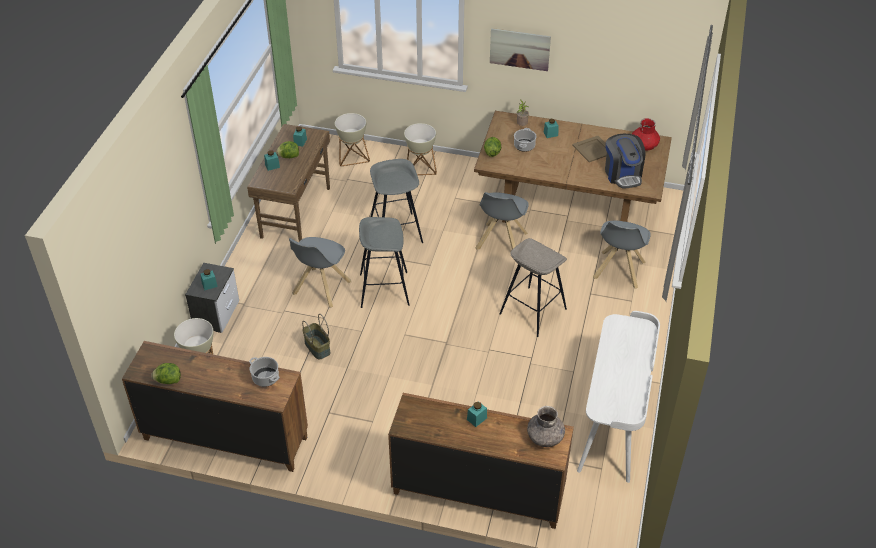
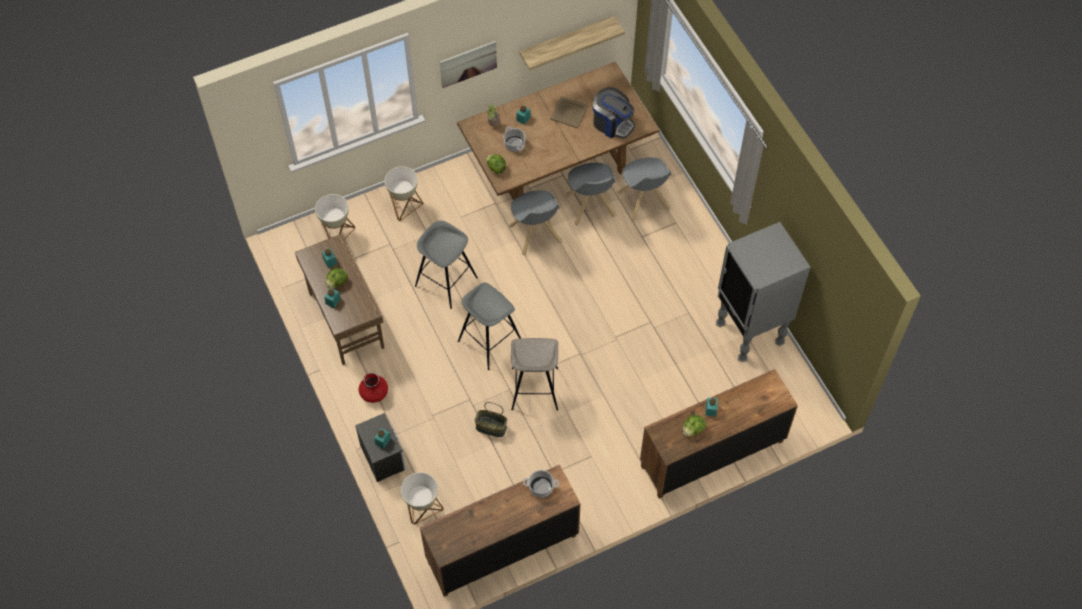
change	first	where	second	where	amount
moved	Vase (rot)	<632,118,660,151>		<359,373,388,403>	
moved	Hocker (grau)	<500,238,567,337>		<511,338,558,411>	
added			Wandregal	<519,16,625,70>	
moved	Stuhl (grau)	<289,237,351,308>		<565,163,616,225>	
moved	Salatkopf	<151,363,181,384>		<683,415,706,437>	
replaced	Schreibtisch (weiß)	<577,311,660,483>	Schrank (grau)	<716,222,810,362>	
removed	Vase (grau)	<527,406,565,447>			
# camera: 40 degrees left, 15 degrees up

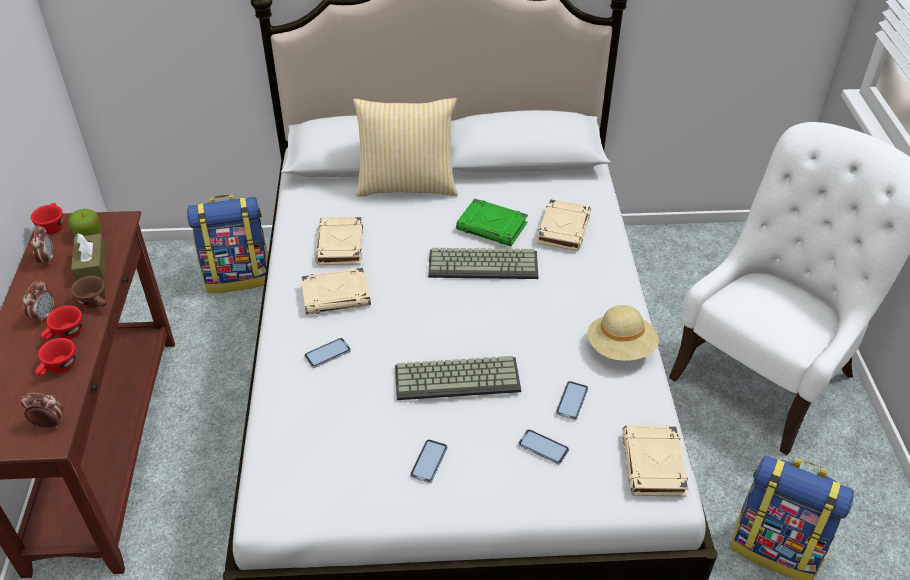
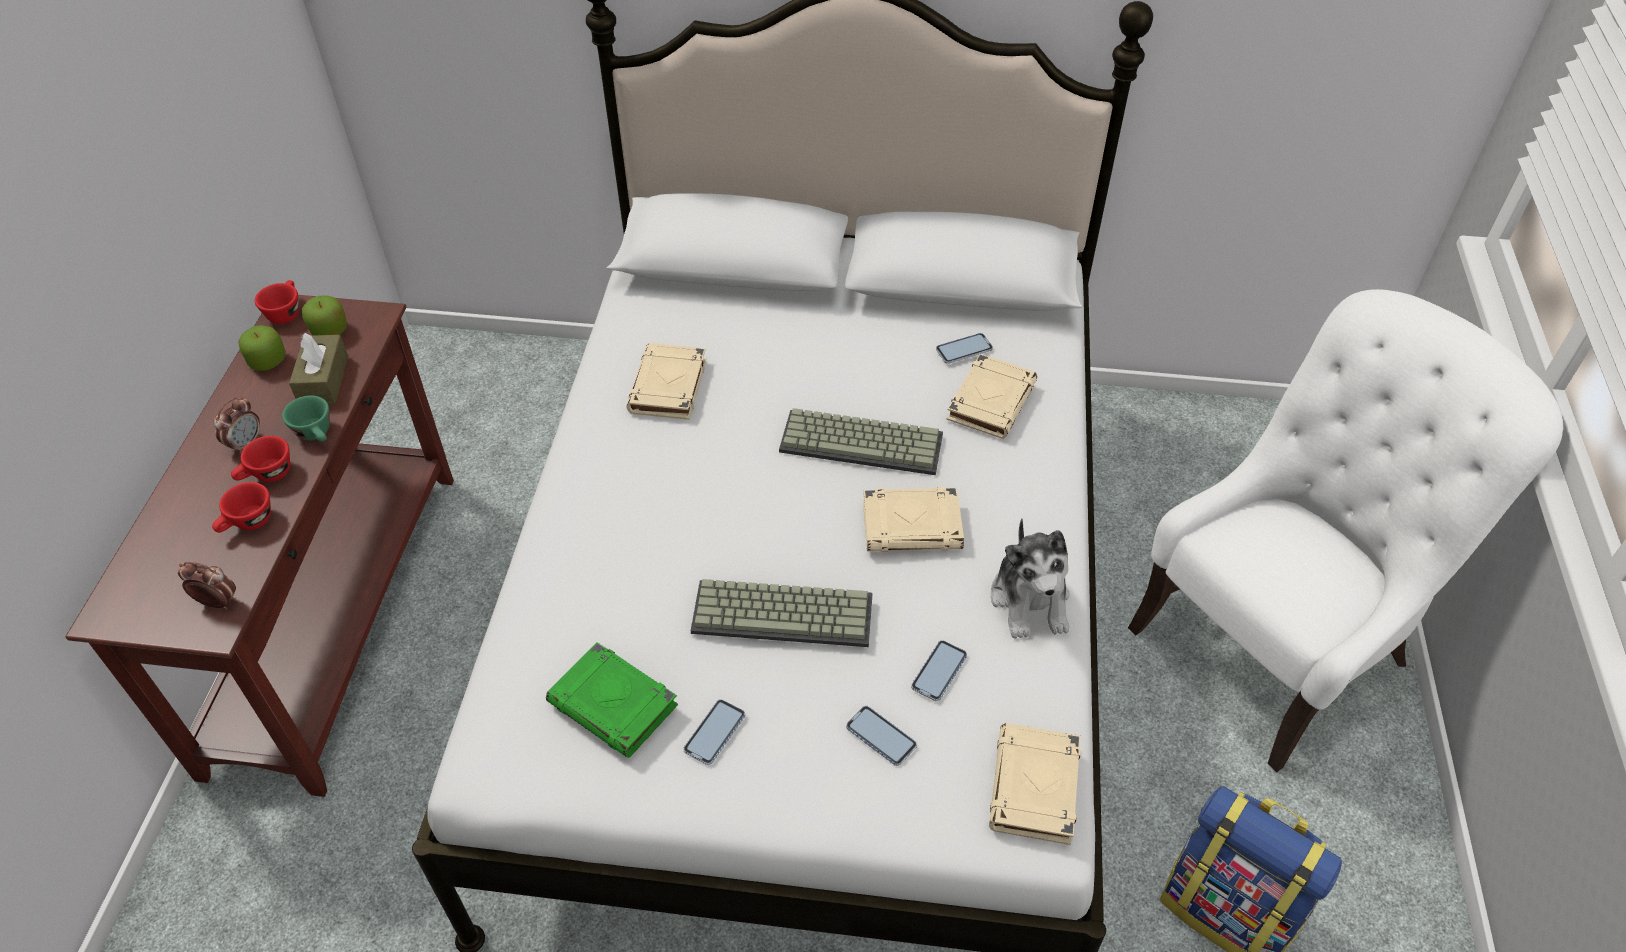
change	first	where	second	where	amount
replaced	Wecker	<31,225,53,265>	Apfel	<238,325,285,371>	
recoloured	Tasse (braun)	<71,276,107,308>	Tasse (grün)	<282,395,330,442>	
moved	Buch (grün)	<456,198,528,246>		<546,642,678,758>	
moved	Buch (beige)	<301,267,371,314>		<863,487,964,552>	
moved	Handy	<304,338,351,368>		<936,333,993,364>	
replaced	Hut (beige)	<587,305,659,361>	Plüschtier	<991,519,1070,639>	
removed	Rucksack	<187,195,268,293>			
removed	Kissen	<353,98,458,197>			
# camera: 10 degrees right, 5 degrees up

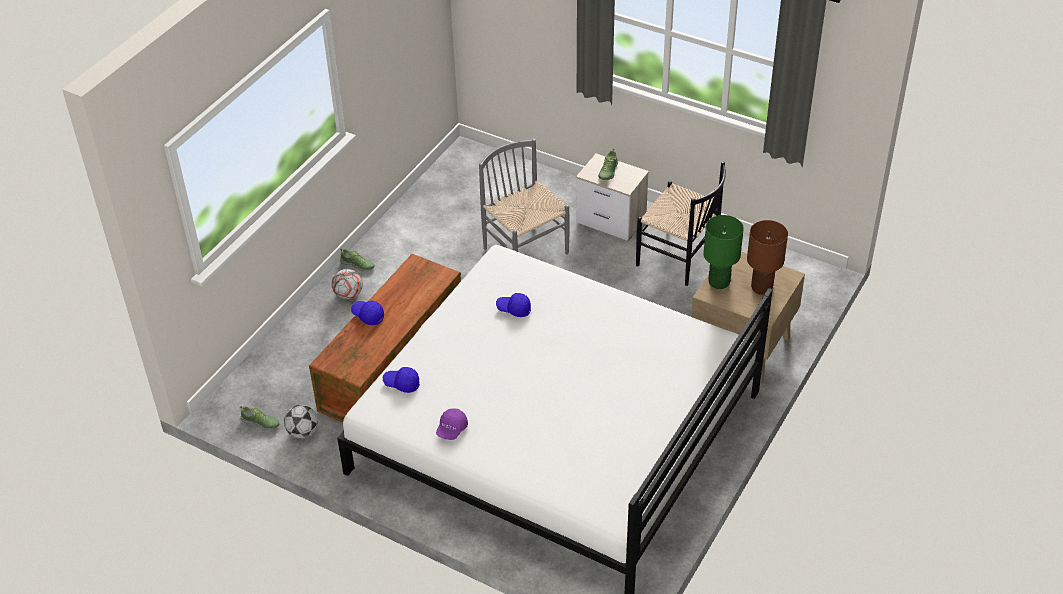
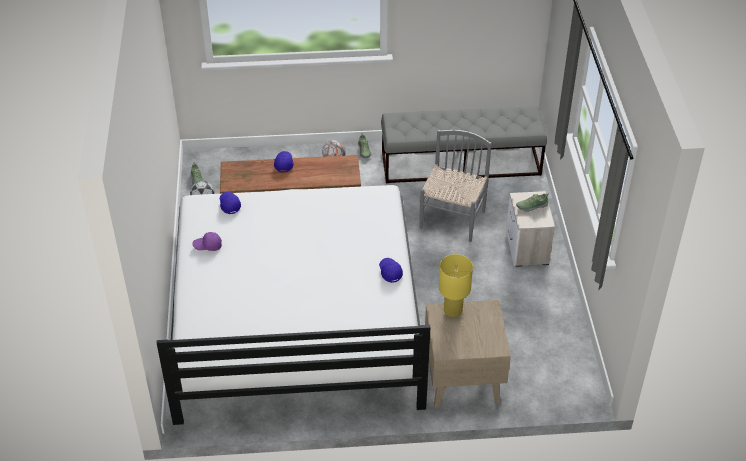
change	first	where	second	where	amount
moved	Kappe (blau)	<496,293,531,317>		<379,258,403,283>	
added			Bank (grau)	<381,106,547,183>	
recoloured	Tischlampe (grün)	<703,215,744,289>	Tischlampe (gelb)	<439,254,473,317>	
removed	Stuhl (schwarz)	<636,162,726,286>			
removed	Tischlampe (braun)	<747,220,788,295>			
# camera: 55 degrees right, 0 degrees up

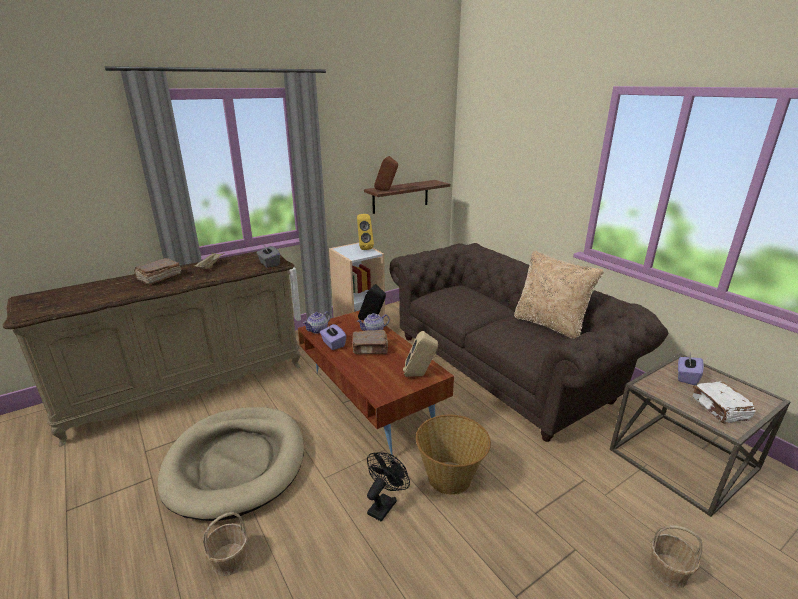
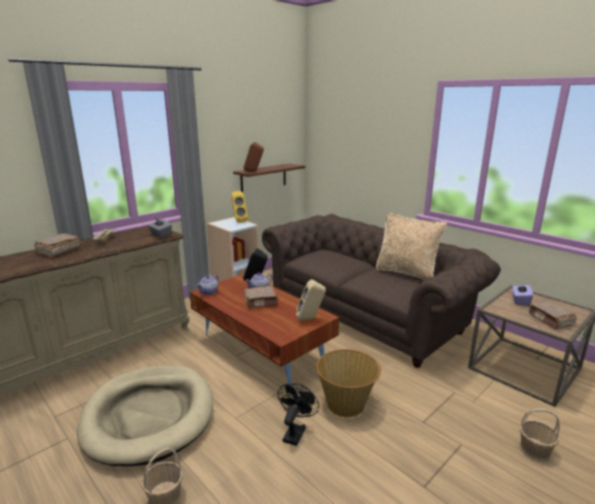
change	first	where	second	where	amount
recoloured	Buch (weiß)	<693,382,755,424>	Buch (braun)	<529,300,577,330>	
removed	Taschentuchbox (lila)	<320,324,346,350>			
# camera: 10 degrees left, 5 degrees down

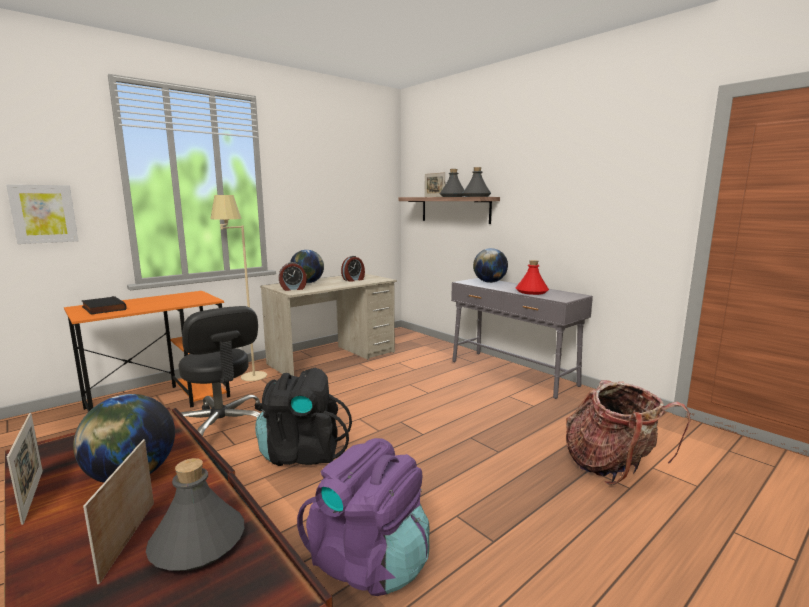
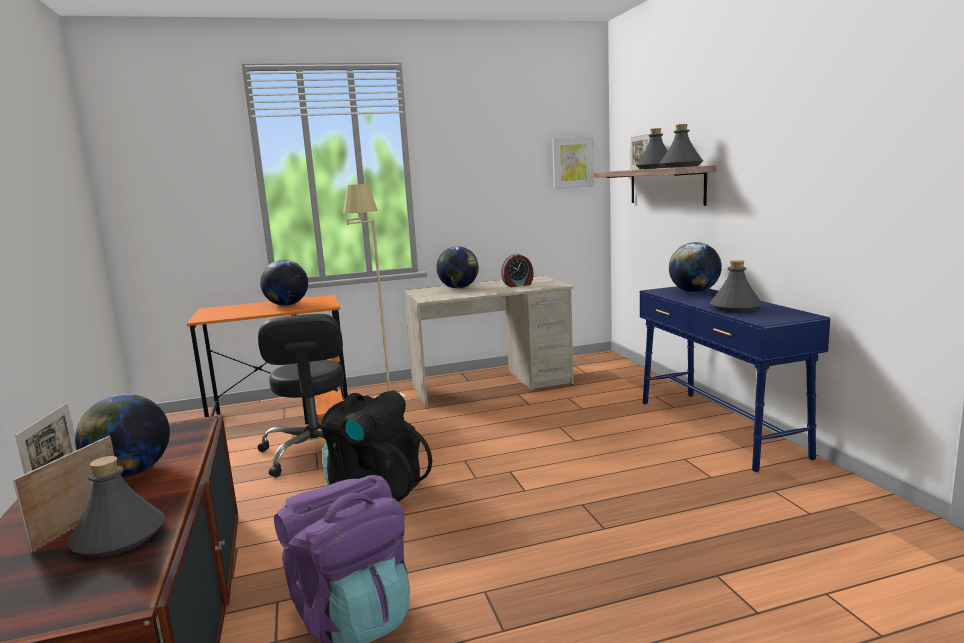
change	first	where	second	where	amount
added			Globus	<260,260,308,306>	
moved	Bild	<6,184,78,244>		<552,137,594,189>	
recoloured	Konsolentisch (grau)	<451,278,593,399>	Konsolentisch (blau)	<640,286,831,472>	
recoloured	Flasche (rot)	<516,260,549,295>	Flasche (grau)	<710,260,762,313>	
removed	Buch (schwarz)	<81,296,127,315>			
removed	Wecker	<279,262,307,291>			
removed	Rucksack	<566,380,690,485>			
# camera: 25 degrees right, 0 degrees up

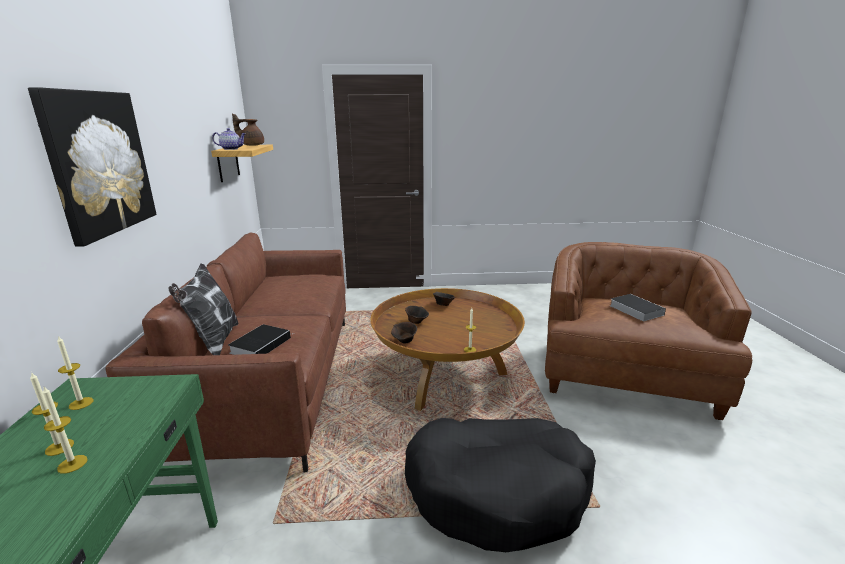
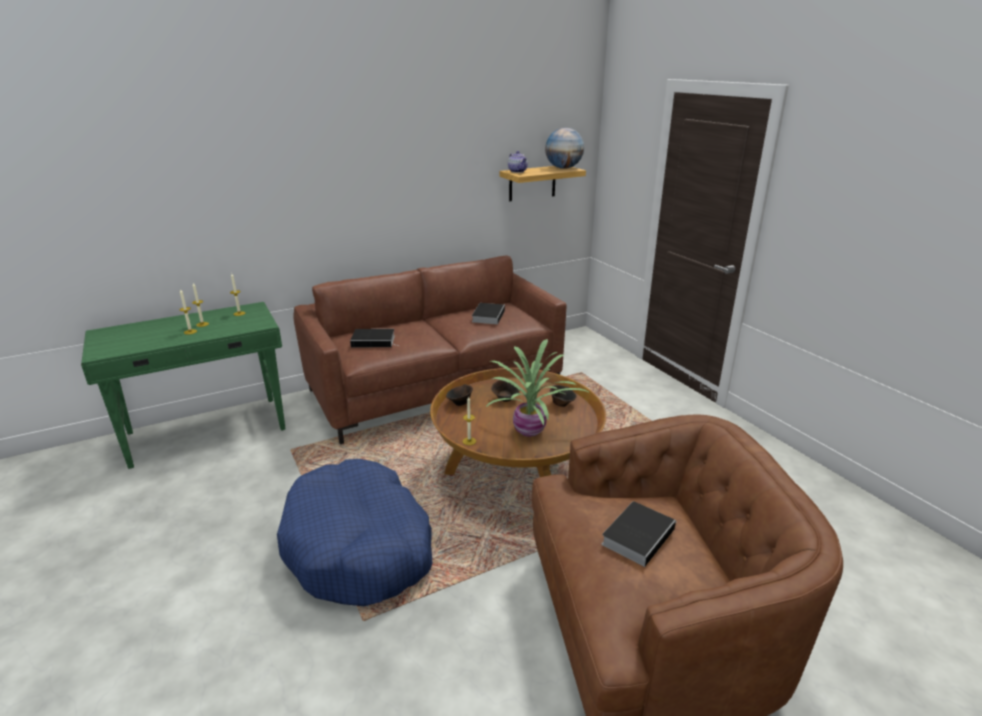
change	first	where	second	where	amount
recoloured	Hundebett (schwarz)	<405,418,596,552>	Hundebett (blau)	<277,459,433,606>	
added			Buch	<472,303,505,324>	
added			Topfpflanze	<486,339,590,437>	
replaced	Teekanne (braun)	<232,113,264,146>	Globus	<545,128,584,169>	
removed	Bild	<28,87,156,247>			
removed	Kissen	<168,263,238,355>			
# camera: 65 degrees right, 5 degrees up

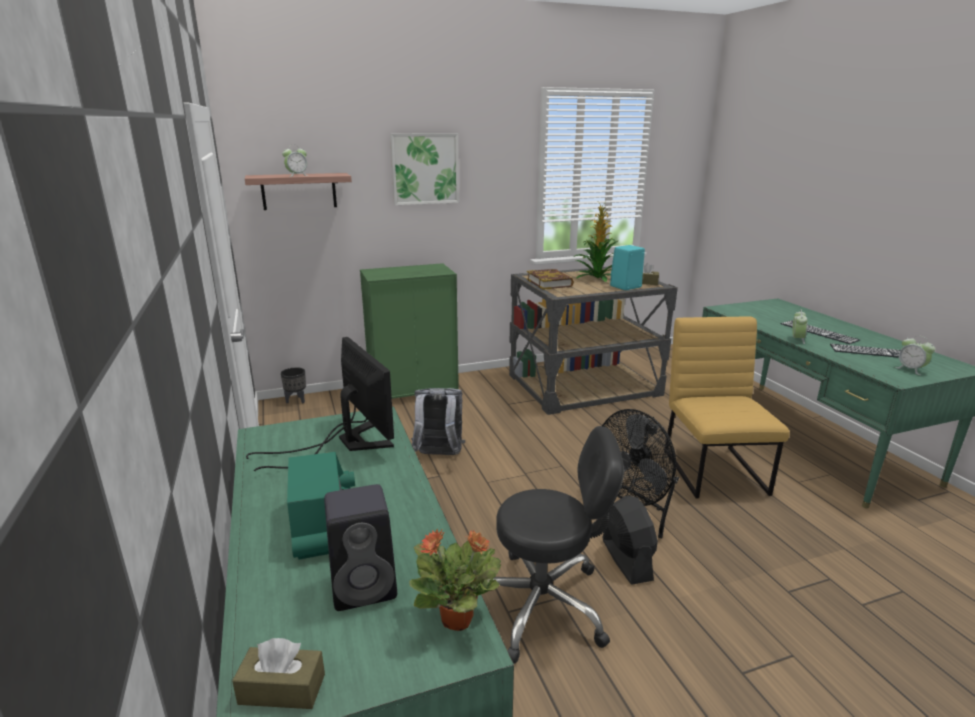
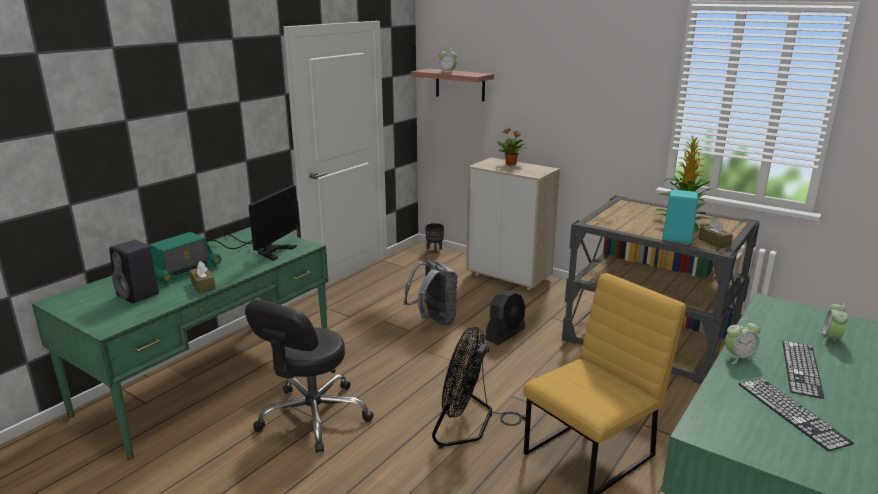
change	first	where	second	where	amount
moved	Taschentuchbox (braun)	<232,638,325,709>		<190,261,216,294>	
turned	Bürostuhl (schwarz)	<493,426,624,664>		<245,299,374,453>	60 degrees clockwise
recoloured	Schrank (grün)	<360,263,459,399>	Schrank (beige)	<466,157,560,290>	
moved	Ventilator (schwarz)	<602,496,658,585>		<485,290,525,345>	
moved	Topfpflanze	<409,529,501,631>		<496,128,527,165>	
moved	Wecker	<895,336,935,375>		<821,303,848,345>	
removed	Bild	<390,133,459,205>			
removed	Buch	<527,269,574,290>			
# camera: 55 degrees right, 0 degrees up

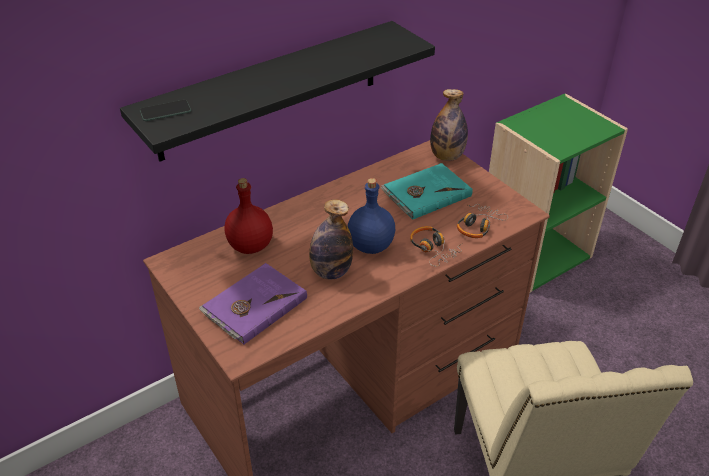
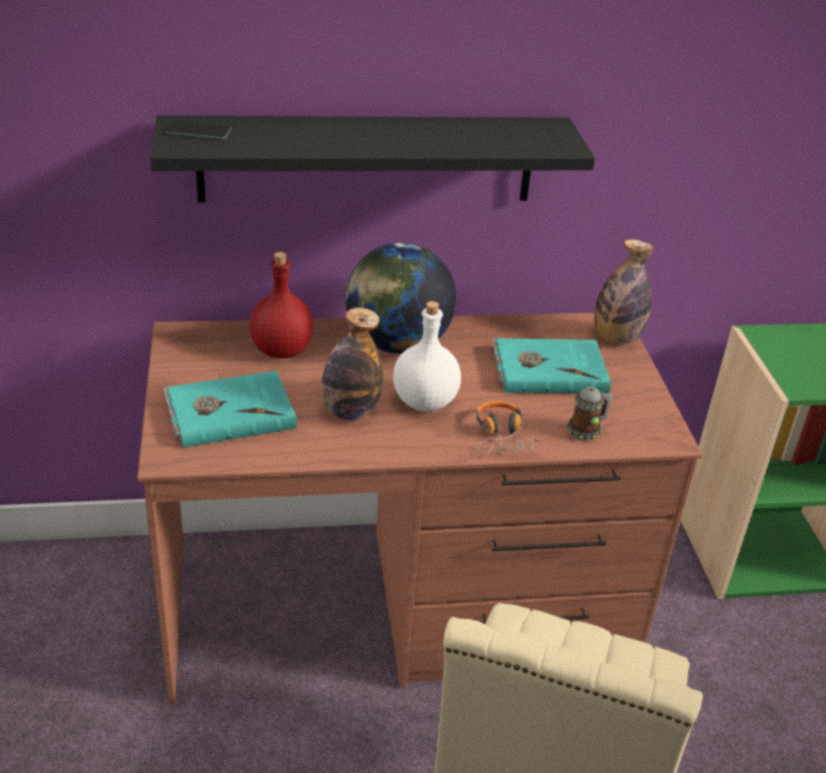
change	first	where	second	where	amount
recoloured	Buch (lila)	<199,263,307,345>	Buch (türkis)	<164,371,297,447>	
added			Globus	<345,243,456,354>	
recoloured	Flasche (blau)	<348,178,395,254>	Flasche (weiß)	<393,301,461,412>	
replaced	Kopfhörer	<457,204,508,238>	Henkelbecher	<567,387,613,441>	
# camera: 25 degrees right, 5 degrees down

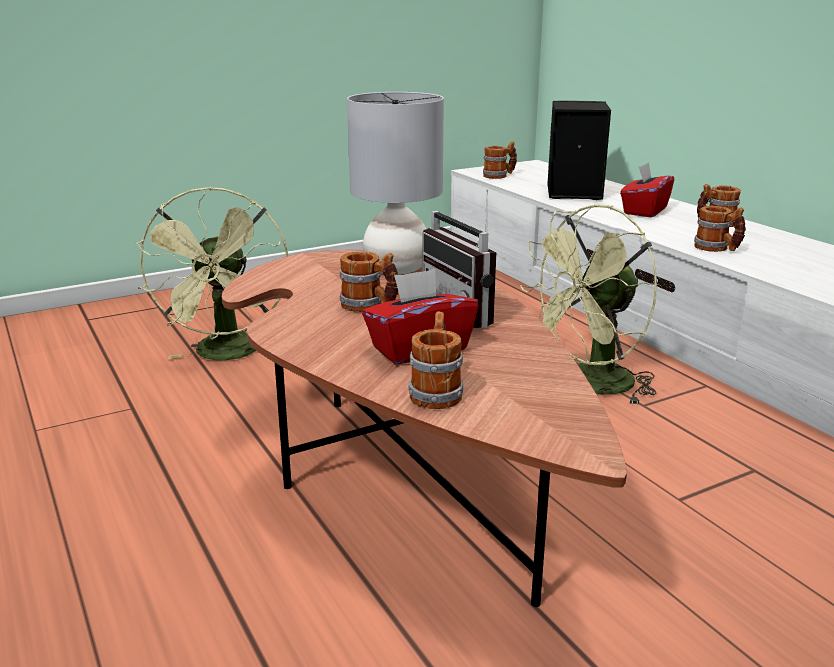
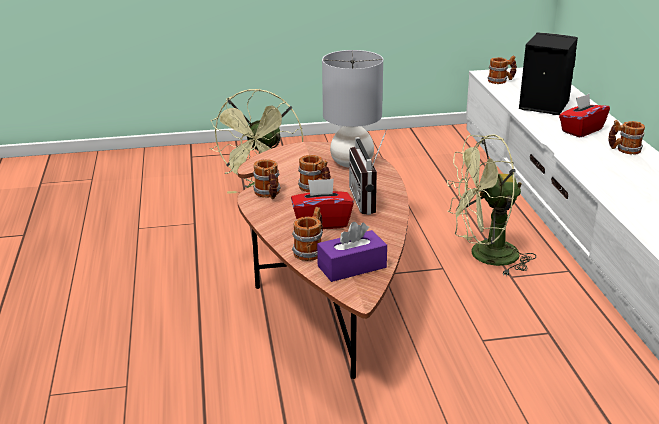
change	first	where	second	where	amount
moved	Henkelbecher	<694,206,746,252>		<253,159,281,199>	
added			Taschentuchbox (lila)	<317,222,387,282>	
# camera: 20 degrees right, 5 degrees up

